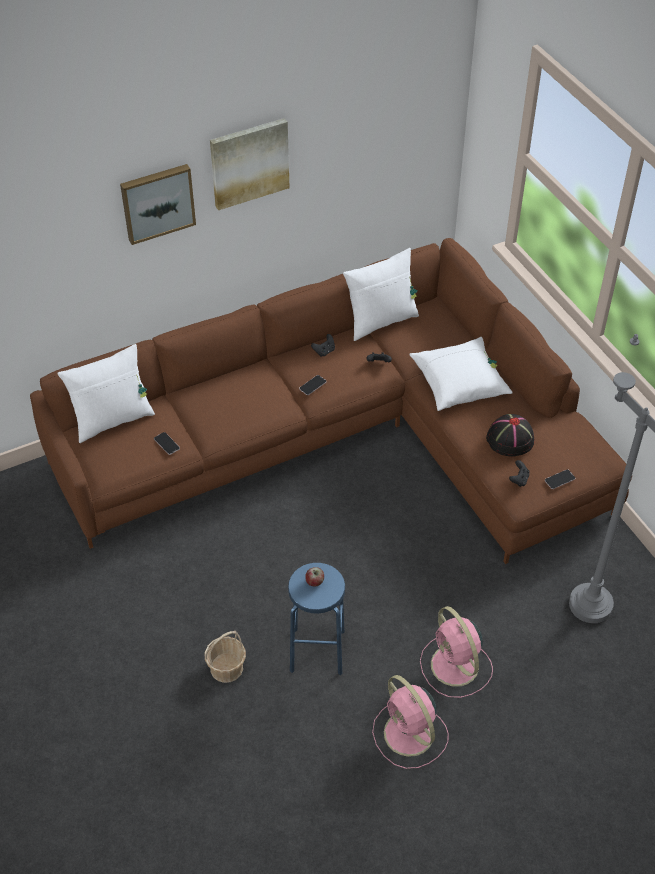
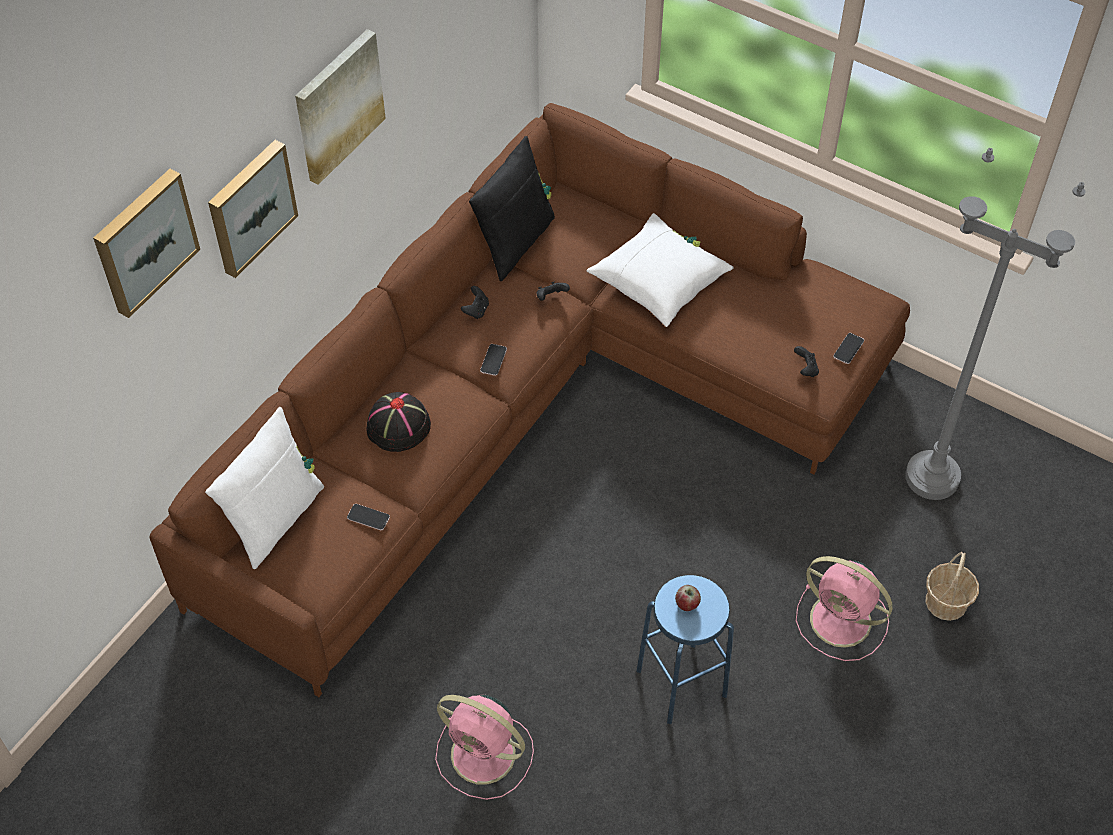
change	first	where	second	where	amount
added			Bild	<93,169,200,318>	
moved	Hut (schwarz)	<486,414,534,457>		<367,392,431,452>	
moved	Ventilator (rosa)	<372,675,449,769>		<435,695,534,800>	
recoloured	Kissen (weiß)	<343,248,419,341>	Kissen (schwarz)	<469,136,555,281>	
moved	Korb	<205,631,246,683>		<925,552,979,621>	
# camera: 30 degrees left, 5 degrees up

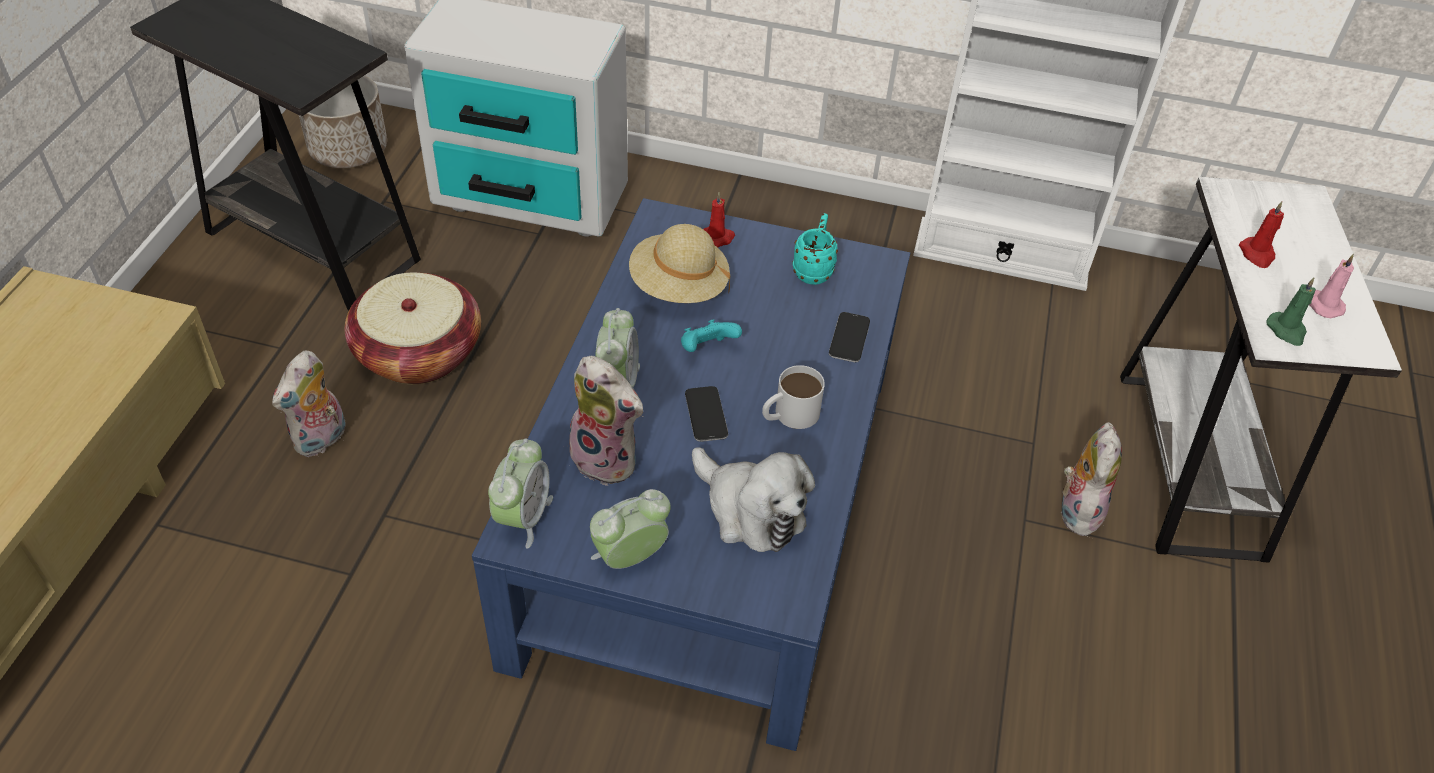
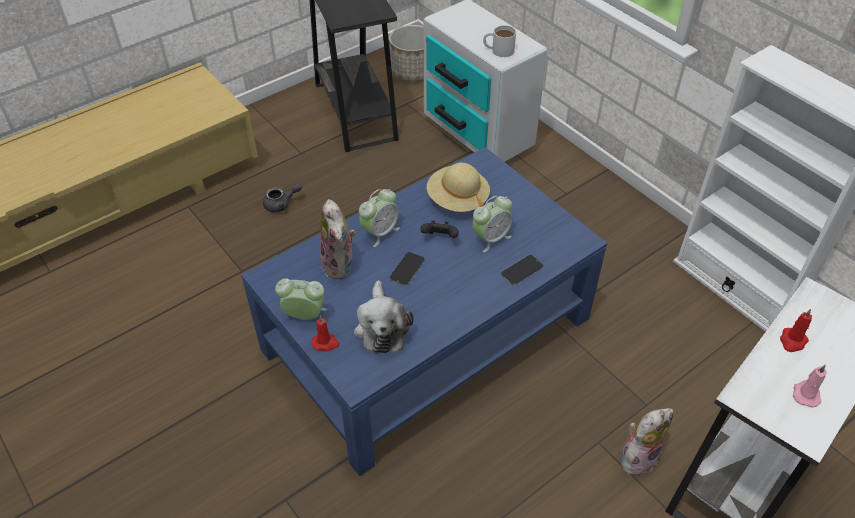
change	first	where	second	where	amount
replaced	Plüschtier	<272,351,346,457>	Teekanne (grau)	<263,183,302,212>	
moved	Kerze (rot)	<703,192,735,248>		<312,315,339,352>	
recoloured	Gamepad (türkis)	<681,319,742,352>	Gamepad (schwarz)	<420,221,459,238>	
moved	Wecker	<488,438,553,549>		<472,196,513,253>	
moved	Henkelbecher (weiß)	<762,365,825,429>		<483,25,516,57>	
removed	Korb	<345,273,481,384>			
removed	Henkelbecher (türkis)	<792,213,838,285>			
removed	Kerze (grün)	<1266,277,1316,346>			
# camera: 40 degrees right, 0 degrees up

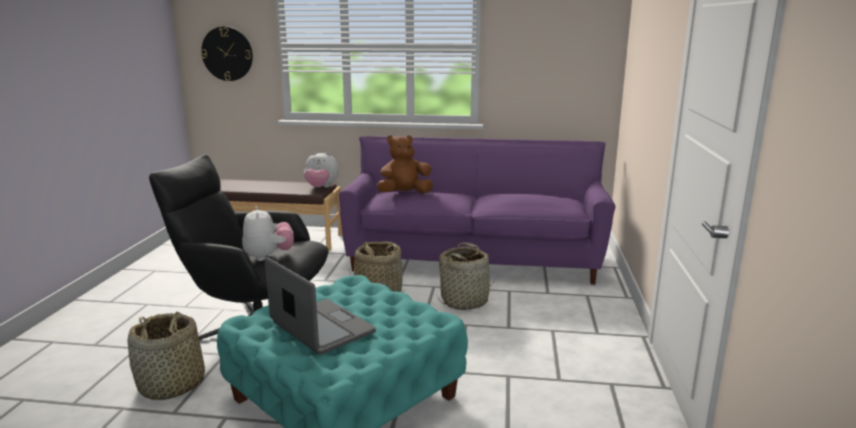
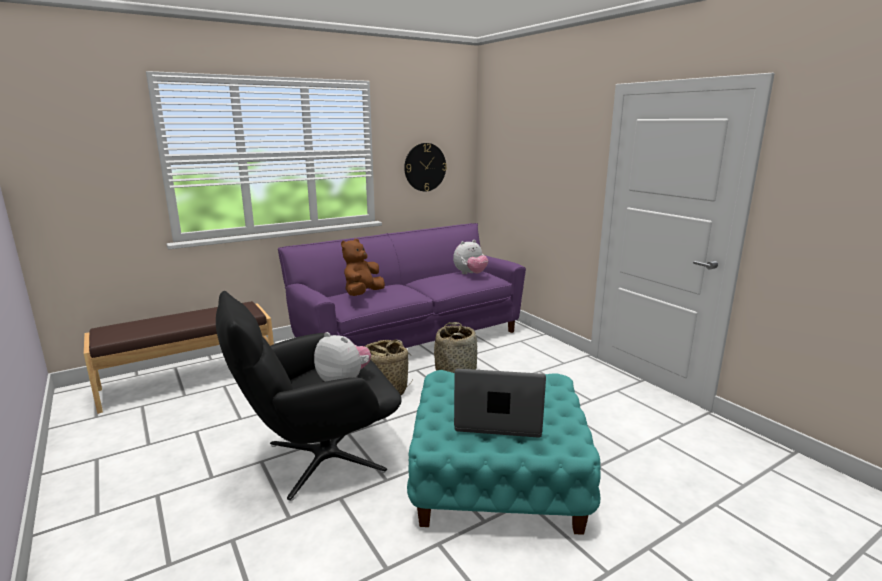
change	first	where	second	where	amount
moved	Wanduhr	<201,26,253,81>		<404,143,447,191>	
moved	Plüschtier	<304,152,339,187>		<453,240,488,274>	
removed	Korb	<128,312,205,400>			
# camera: 40 degrees left, 0 degrees up

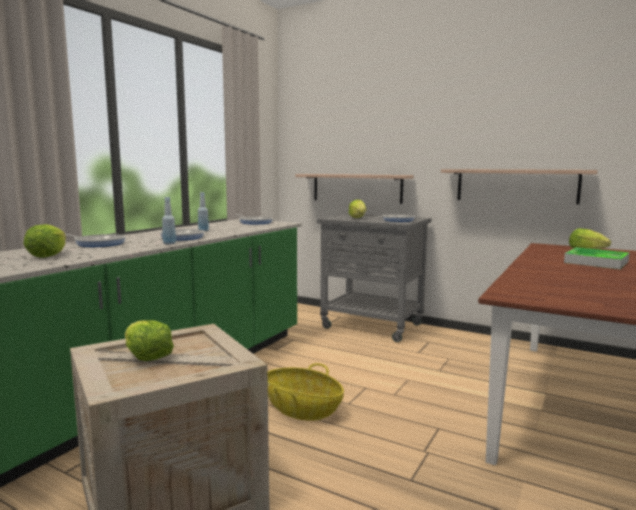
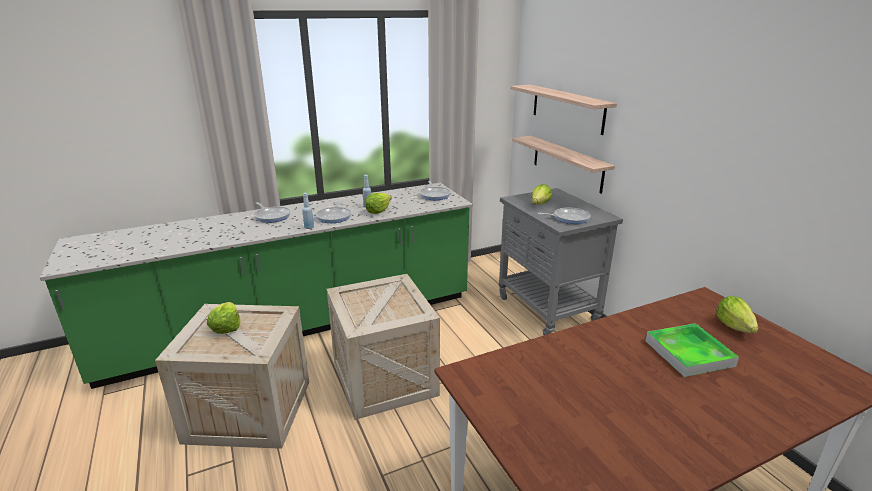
change	first	where	second	where	amount
replaced	Korb	<268,363,344,421>	Kiste	<327,274,440,420>	
moved	Salatkopf	<24,224,66,258>		<364,193,392,214>	
moved	Wandregal	<441,169,598,204>		<511,85,617,135>	
# camera: 35 degrees right, 15 degrees up

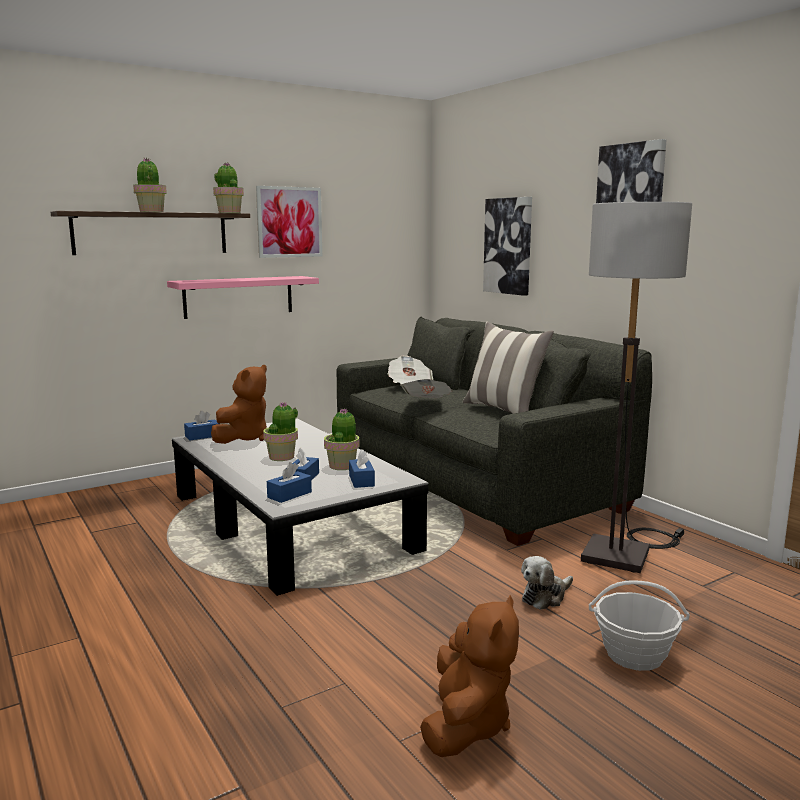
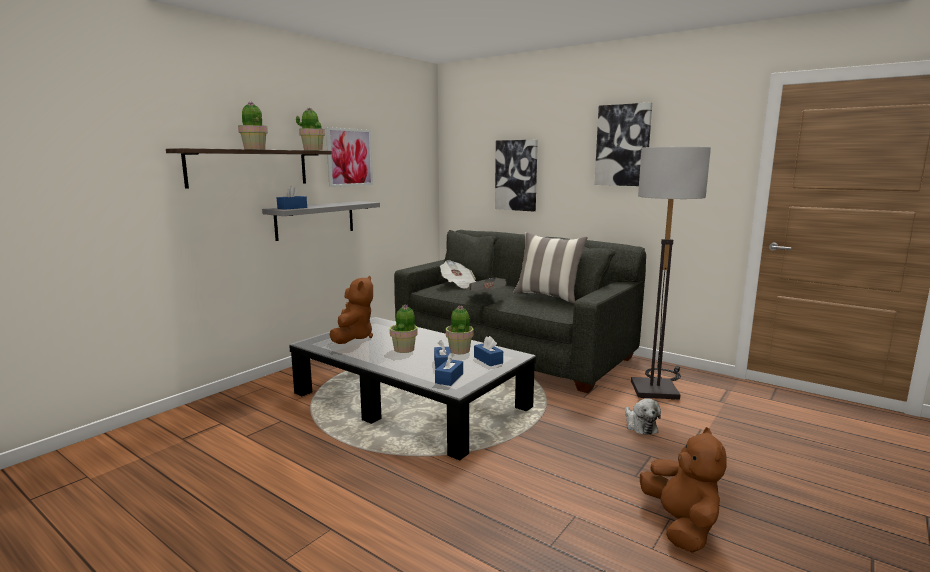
change	first	where	second	where	amount
recoloured	Wandregal (rosa)	<167,276,319,319>	Wandregal (grau)	<262,201,380,241>	
moved	Taschentuchbox (blau)	<184,410,219,441>		<277,186,307,210>	
turned	Plüschtier	<521,556,573,610>		<625,399,661,435>	45 degrees counterclockwise
removed	Korb	<589,580,690,671>			
# camera: 20 degrees left, 0 degrees up

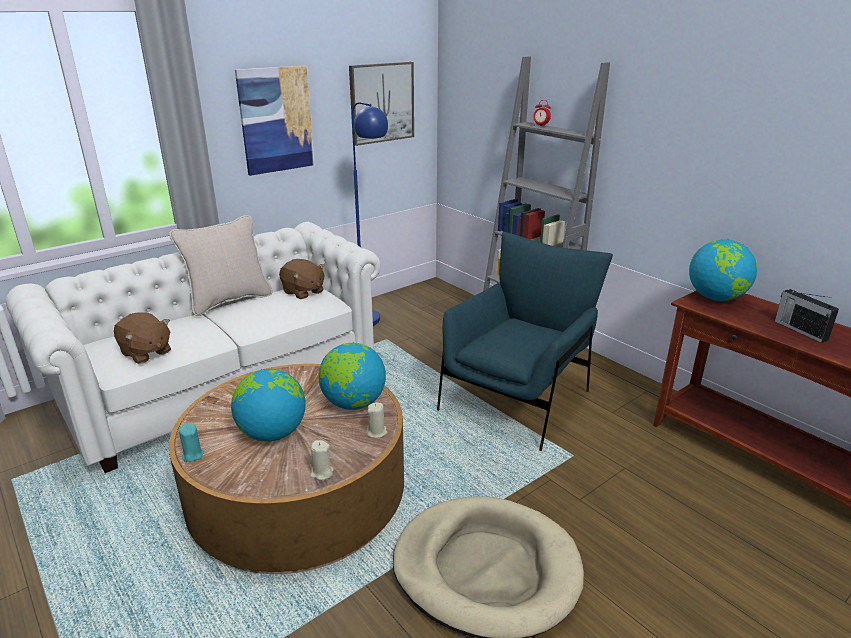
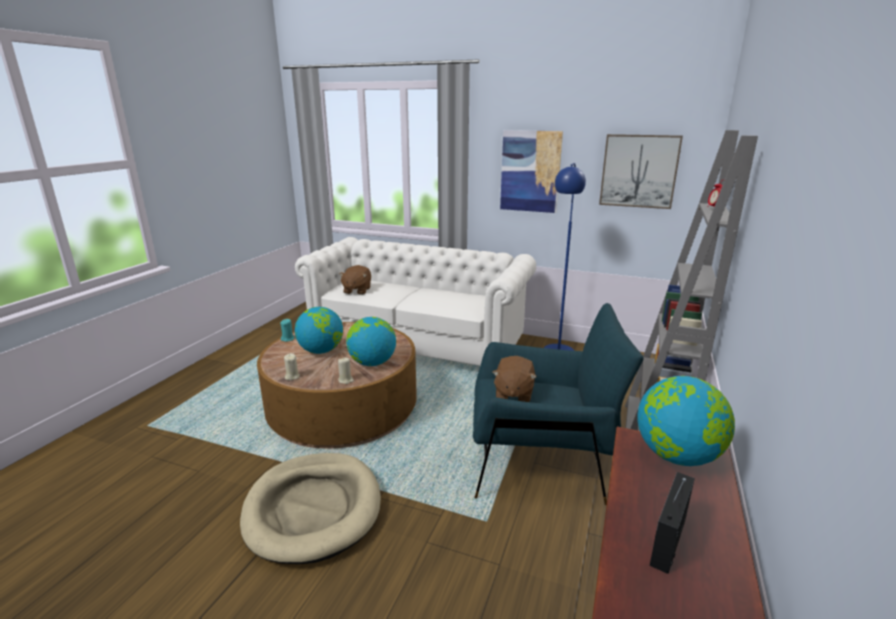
change	first	where	second	where	amount
moved	Plüschtier (braun)	<279,259,325,299>		<492,356,537,402>	
removed	Kissen (beige)	<169,215,272,316>			
# camera: 60 degrees right, 5 degrees down

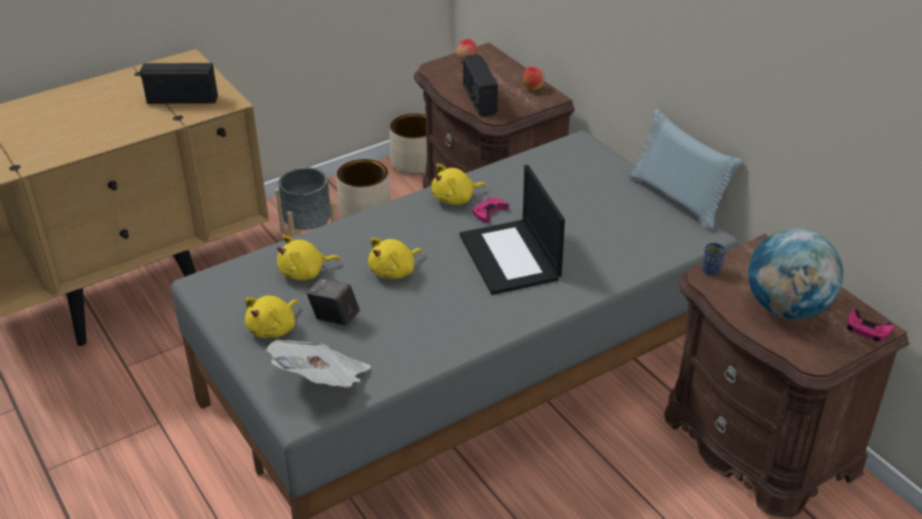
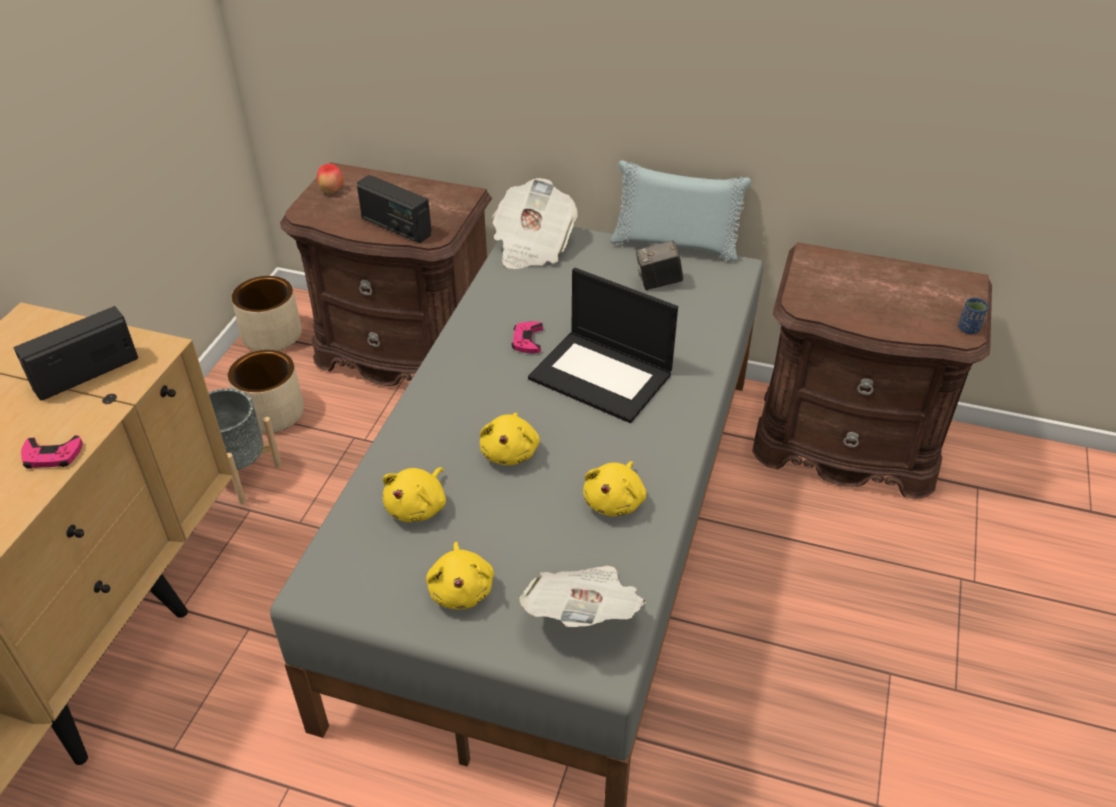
change	first	where	second	where	amount
moved	Gamepad (rosa)	<847,309,893,341>		<21,435,83,469>	
added			Zeitung	<492,178,578,269>	
moved	Plüschtier (gelb)	<431,164,486,205>		<583,461,646,517>	
moved	Kamera	<307,279,360,326>		<636,240,683,290>	
moved	Tasse (blau)	<702,243,725,275>		<958,298,989,334>	
removed	Apfel	<523,67,545,91>			
removed	Globus	<748,228,843,319>			
# camera: 40 degrees left, 5 degrees up

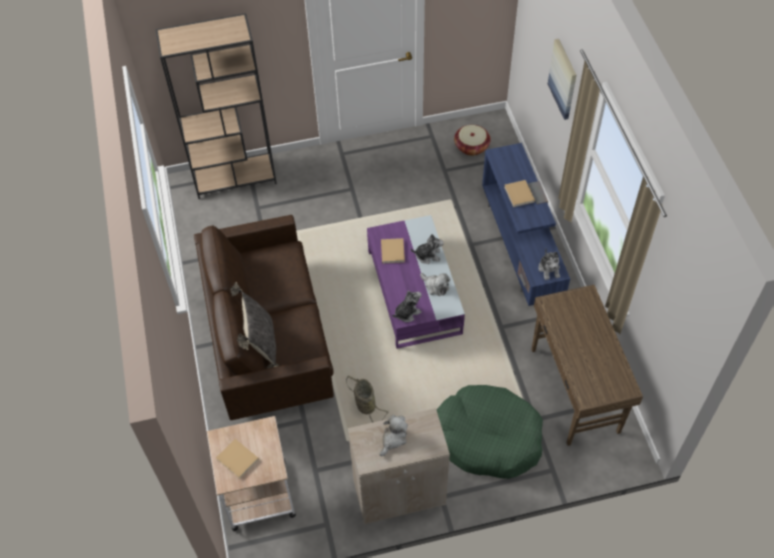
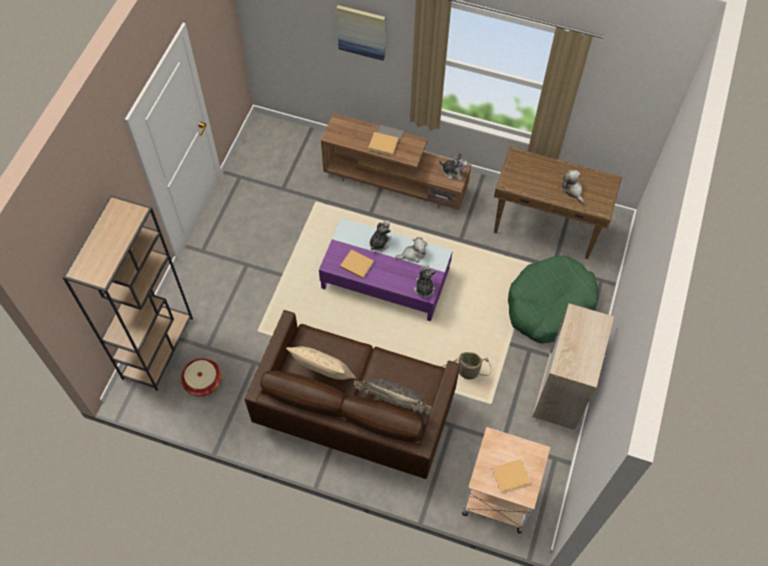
change	first	where	second	where	amount
moved	Korb	<454,125,490,156>		<181,358,222,397>	
added			Kissen (beige)	<286,346,356,380>	
recoloured	Fernsehschrank (blau)	<482,143,570,306>	Fernsehschrank (braun)	<321,113,471,210>	
moved	Plüschtier	<380,415,408,456>		<561,170,584,203>	
# camera: 60 degrees left, 5 degrees up

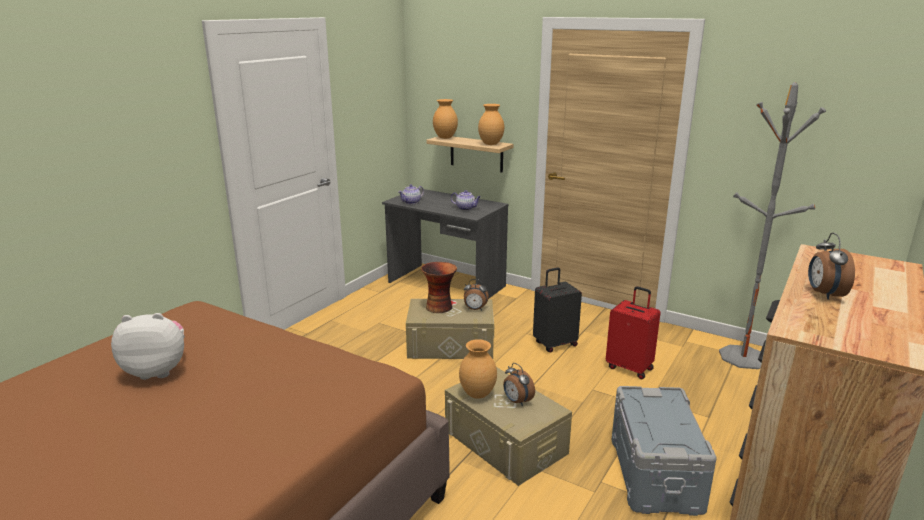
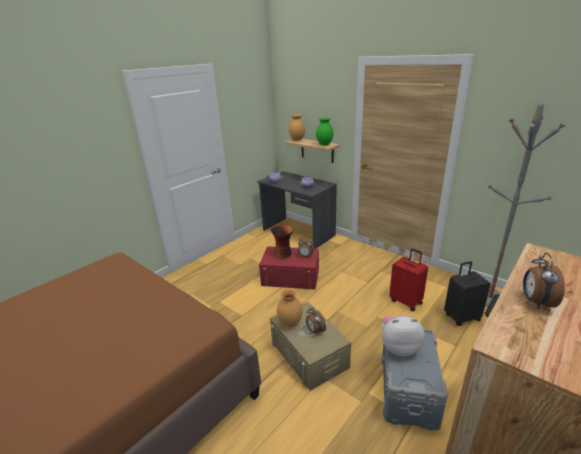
change	first	where	second	where	amount
recoloured	Aufbewahrungsbox (beige)	<406,299,494,359>	Aufbewahrungsbox (rot)	<259,246,319,290>	
recoloured	Vase (braun)	<478,104,504,145>	Vase (grün)	<316,118,333,146>	
moved	Plüschtier	<111,313,185,380>		<382,315,425,356>	
moved	Koffer (schwarz)	<533,267,582,353>		<444,261,491,326>	
# camera: 10 degrees right, 5 degrees up

